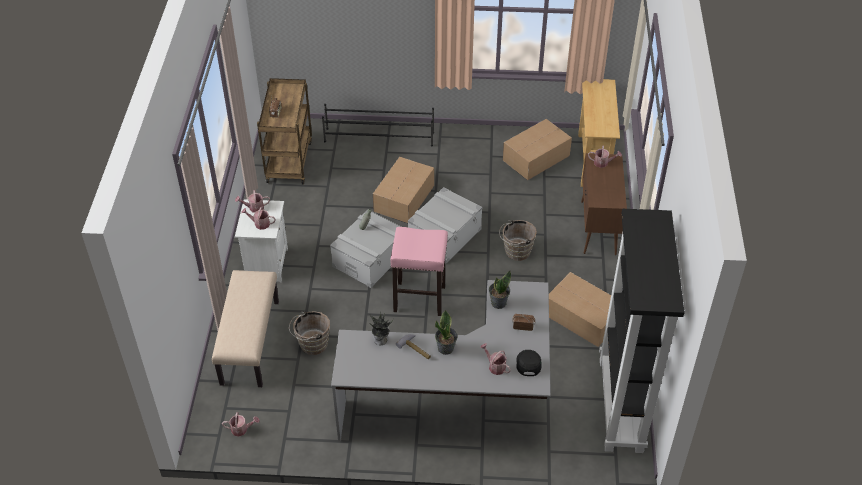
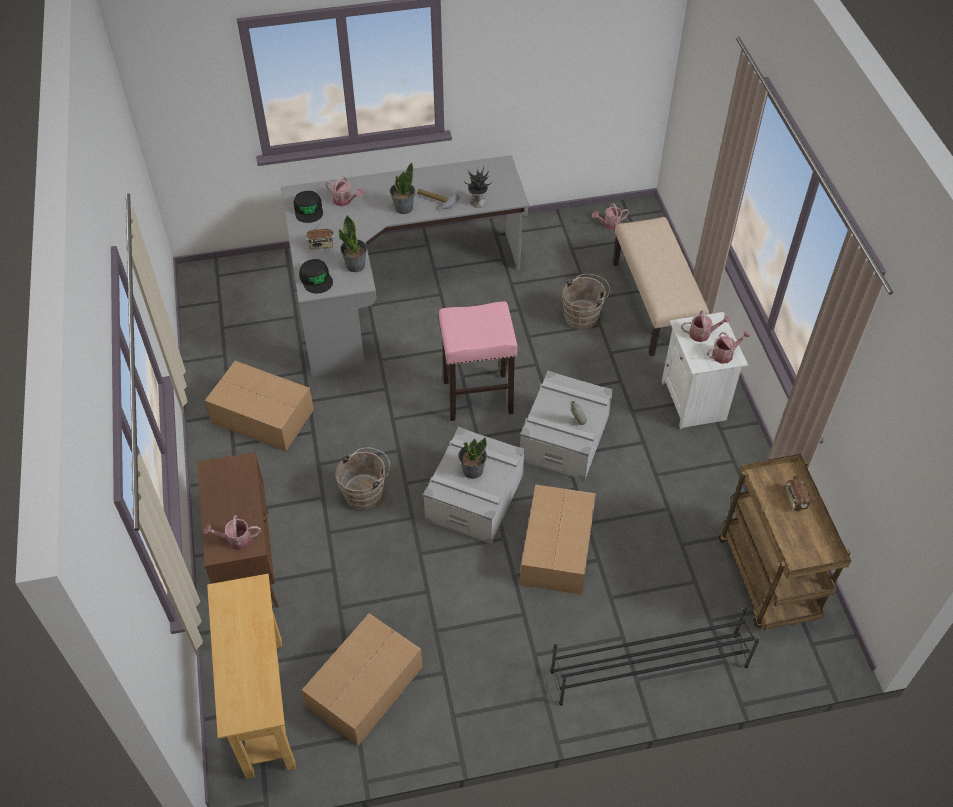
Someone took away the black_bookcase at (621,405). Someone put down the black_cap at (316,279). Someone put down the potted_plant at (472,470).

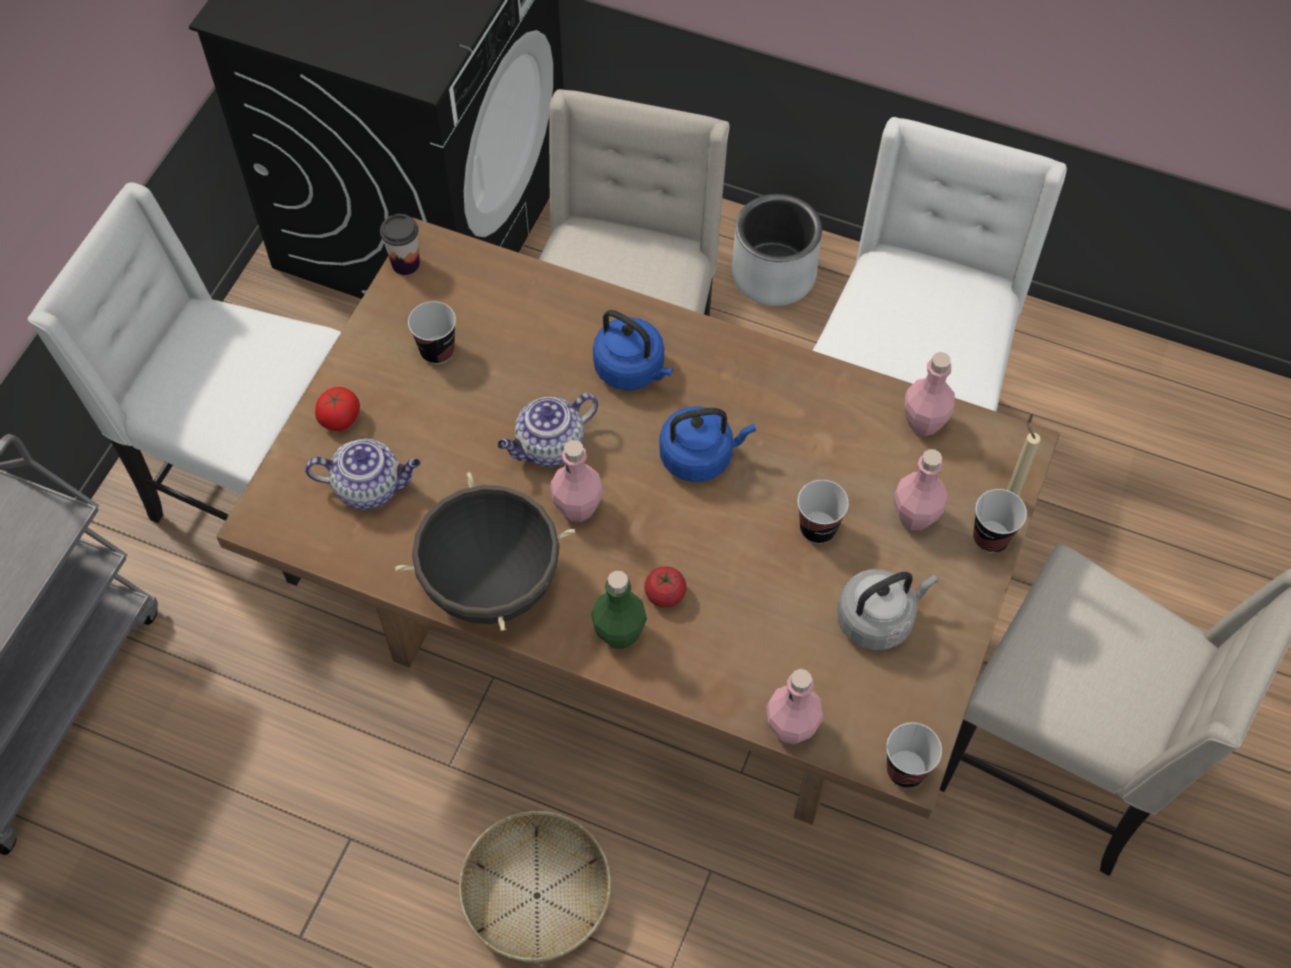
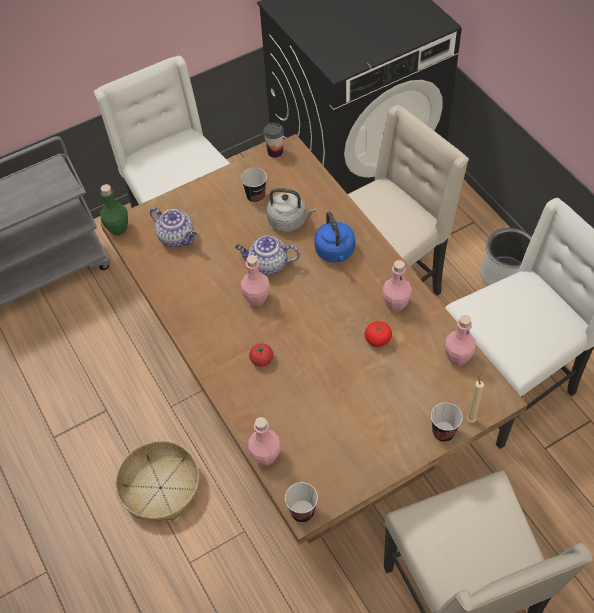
Someone took away the black_cooking_pot at (491,585). Someone took away the blue_kettle at (700,456). Someone took away the cup at (818,528). Someone carried the tomato from (340,418) to (378,340). Someone carried the green_bottle from (619,634) to (118,229). Someone carried the grey_kettle from (878,619) to (289,221). Someone carried the pink_bottle from (915,517) to (395,304).

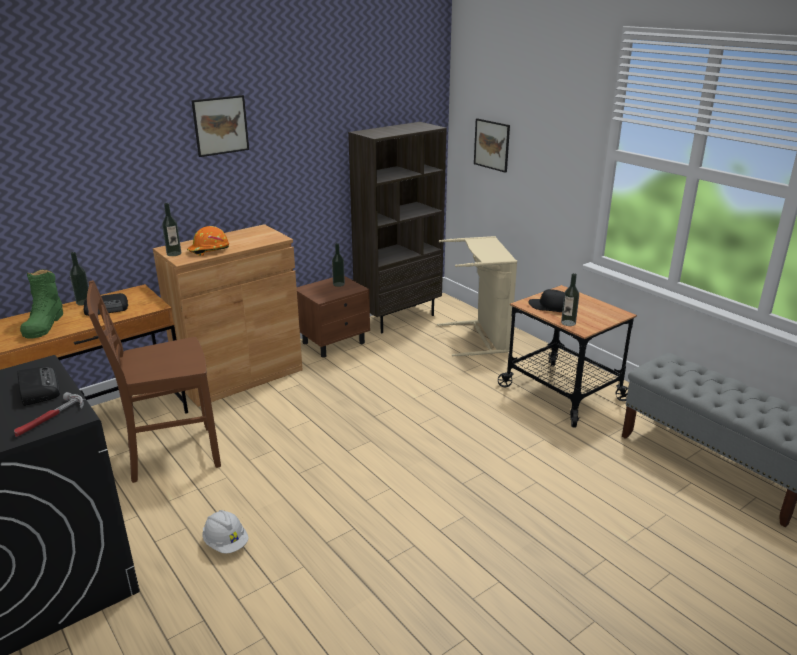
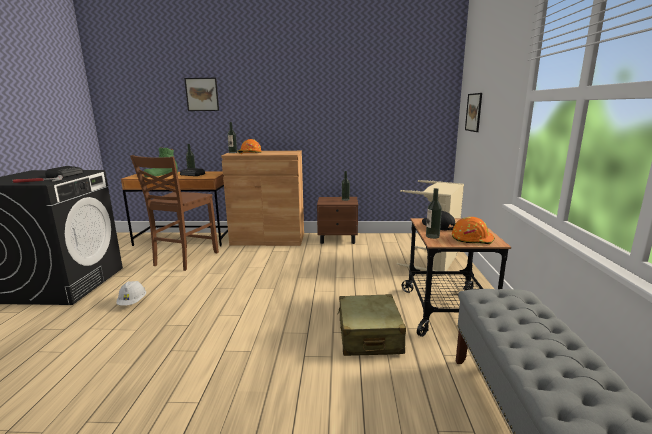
Someone took away the brown_bookcase at (398,318). Someone put down the beige_suitcase at (369,336). Someone put down the orange_hard_hat at (472,238). Someone carried the picture from (220,125) to (202,94). Someone rotated the brown_chair at (171,455) by 90 degrees counterclockwise.

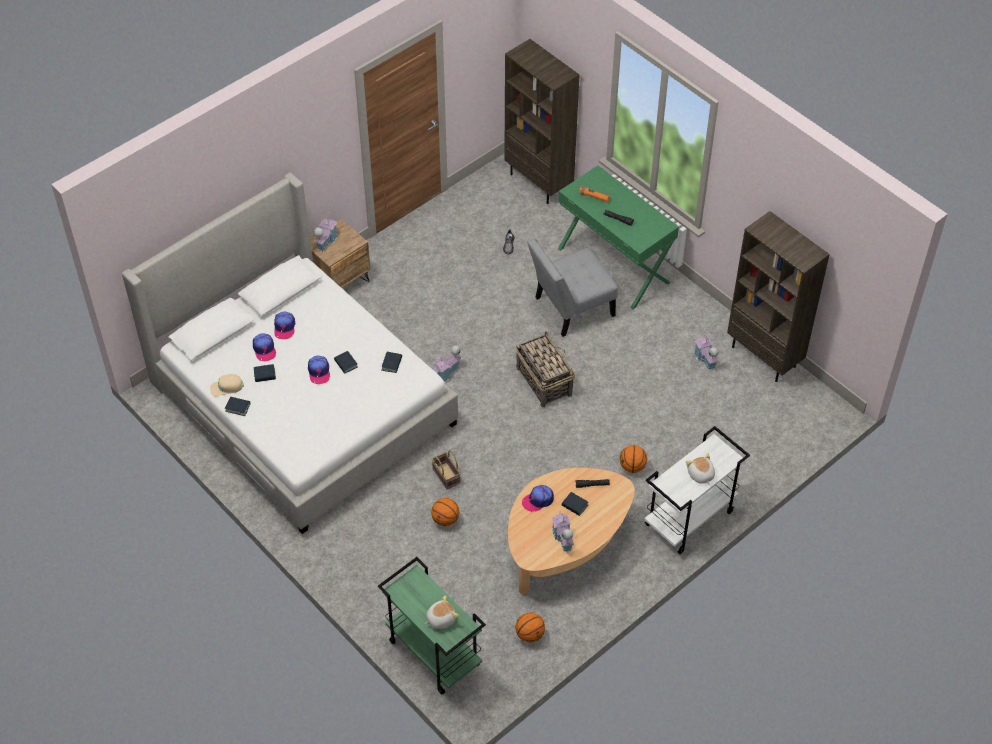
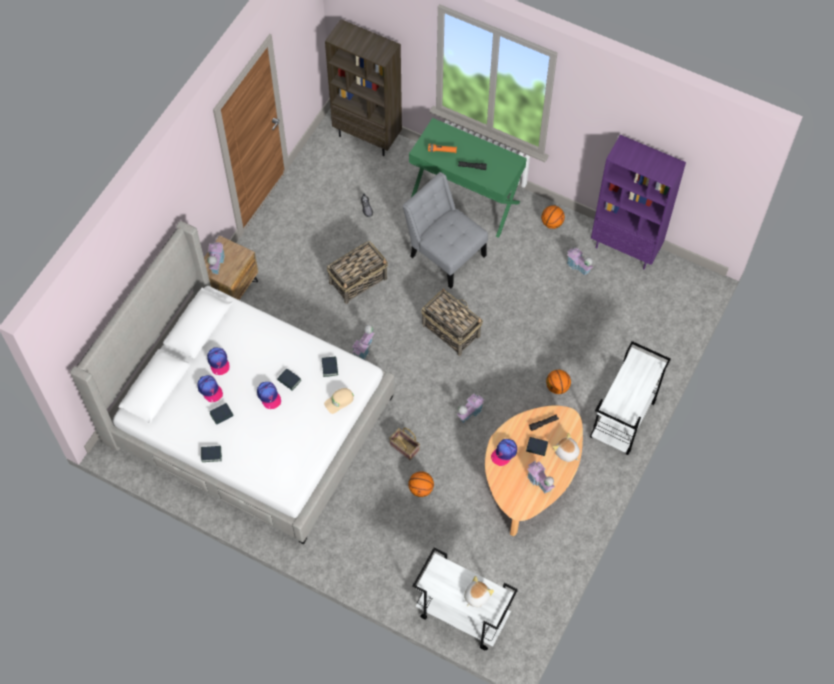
Someone put down the basket at (358,280). Someone put down the toy_house at (469,413). Someone carried the beige_cap from (226,387) to (339,401). Someone carried the basketball from (529,635) to (552,223). Someone carried the plush_toy from (700,475) to (566,453). Someone repainted the green_cart at (433,653), which became the white_cart at (461,615). Someone repainted the brown_bookcase at (764,356), which became the purple_bookcase at (626,248). Someone rotated the grey_chair at (570,308) by 90 degrees clockwise.

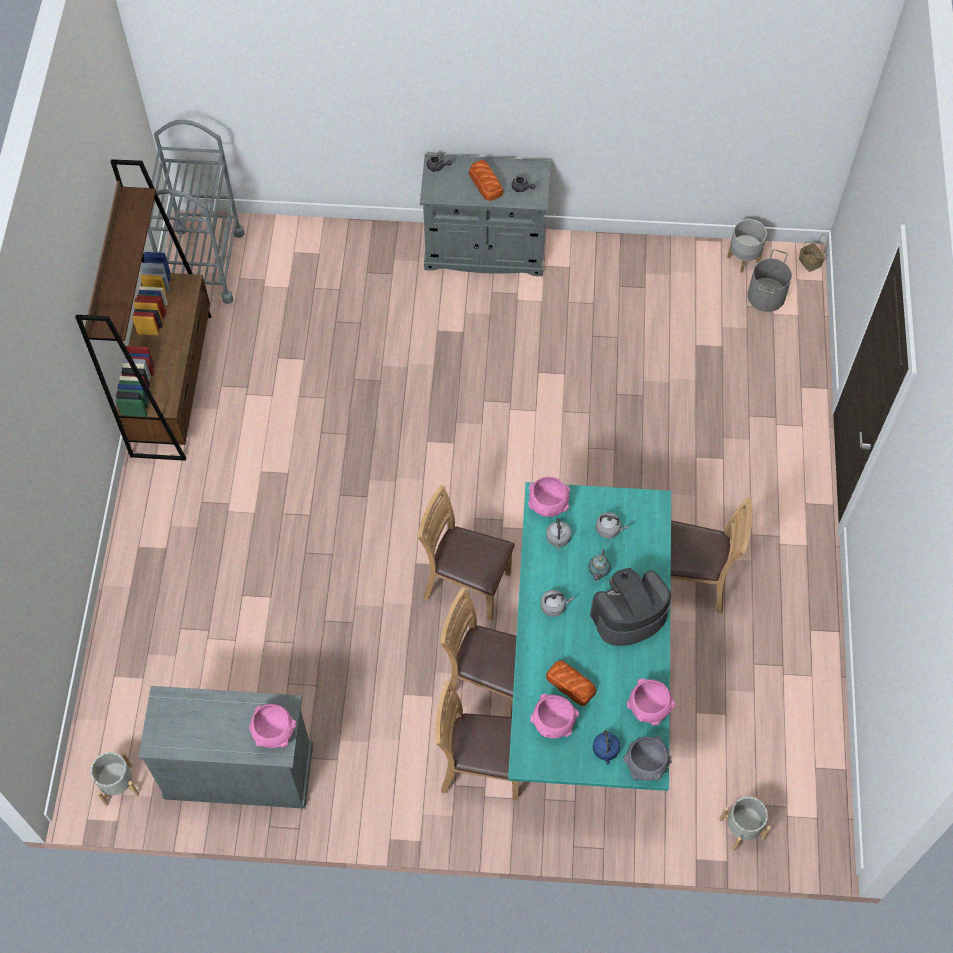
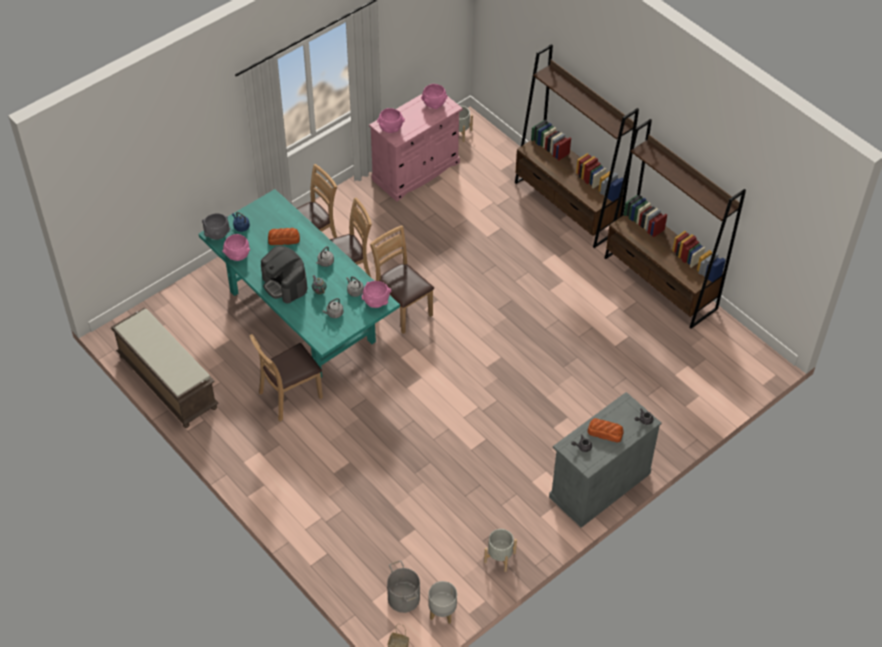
Someone took away the grey_cart at (204,264). Someone put down the brown_bench at (166,382). Someone put down the brown_bookcase at (567,206). Someone carried the pink_bowl from (553,723) to (434,104). Someone carried the grey_planter from (741,828) to (500,557). Someone repainted the grey_cabinet at (239,770), which became the pink_cabinet at (416,171). Someone rotated the brown_chair at (466,584) by 105 degrees counterclockwise. Someone rotated the coffee_machine at (628,616) by 120 degrees clockwise.

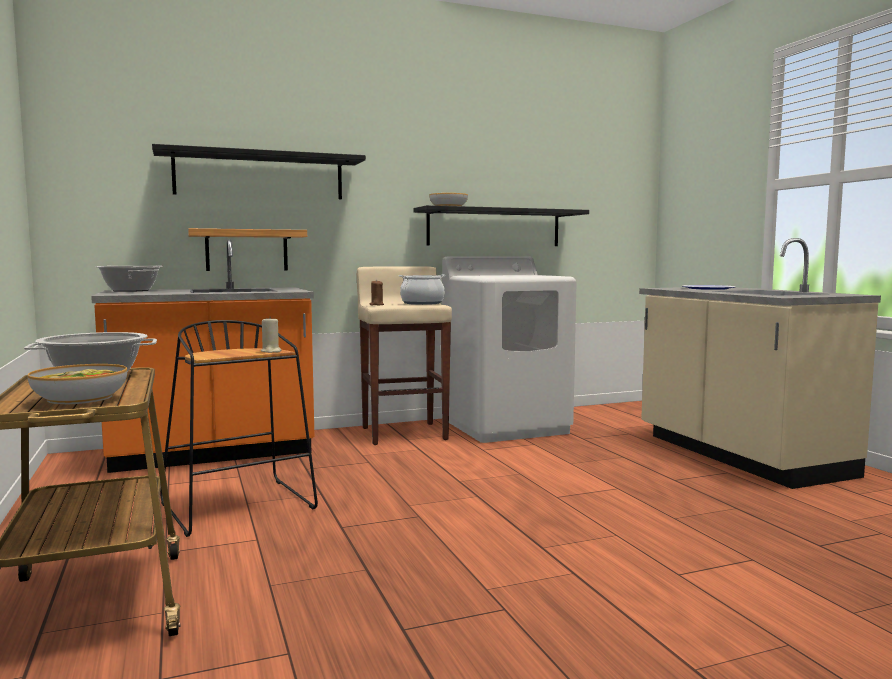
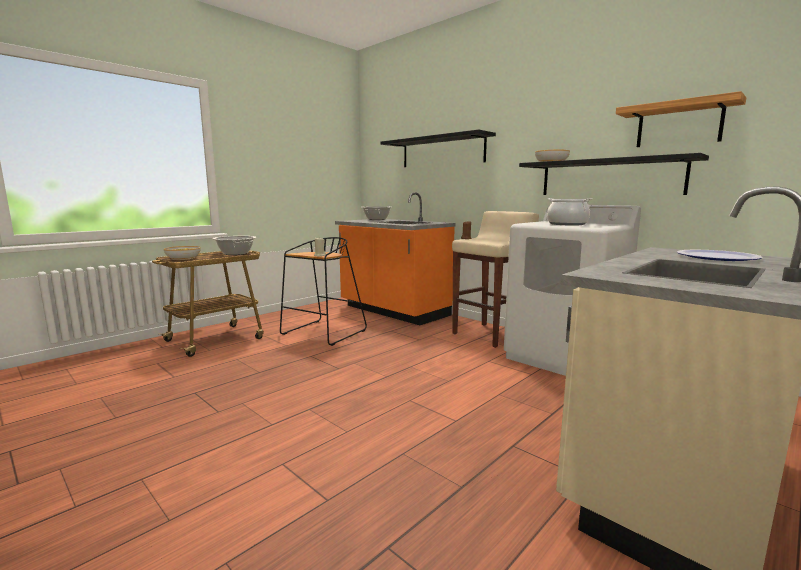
Someone carried the shelf from (247,250) to (679,125). Someone carried the cooking_pot from (422,303) to (567,224).

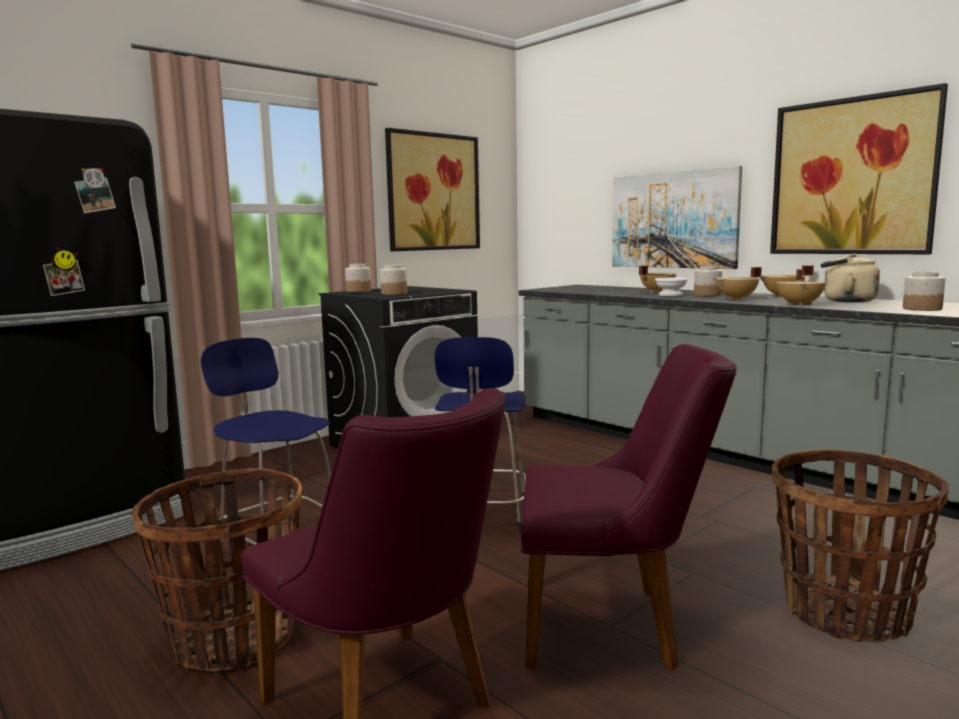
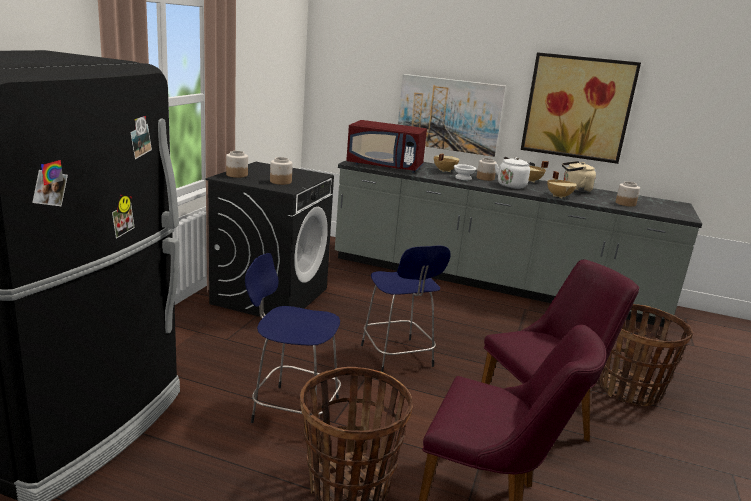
Someone took away the picture at (433,192). Someone put down the red_microwave at (385,166). Someone swapped the beige_cooking_pot at (737,299) for the white_kettle at (512,185).

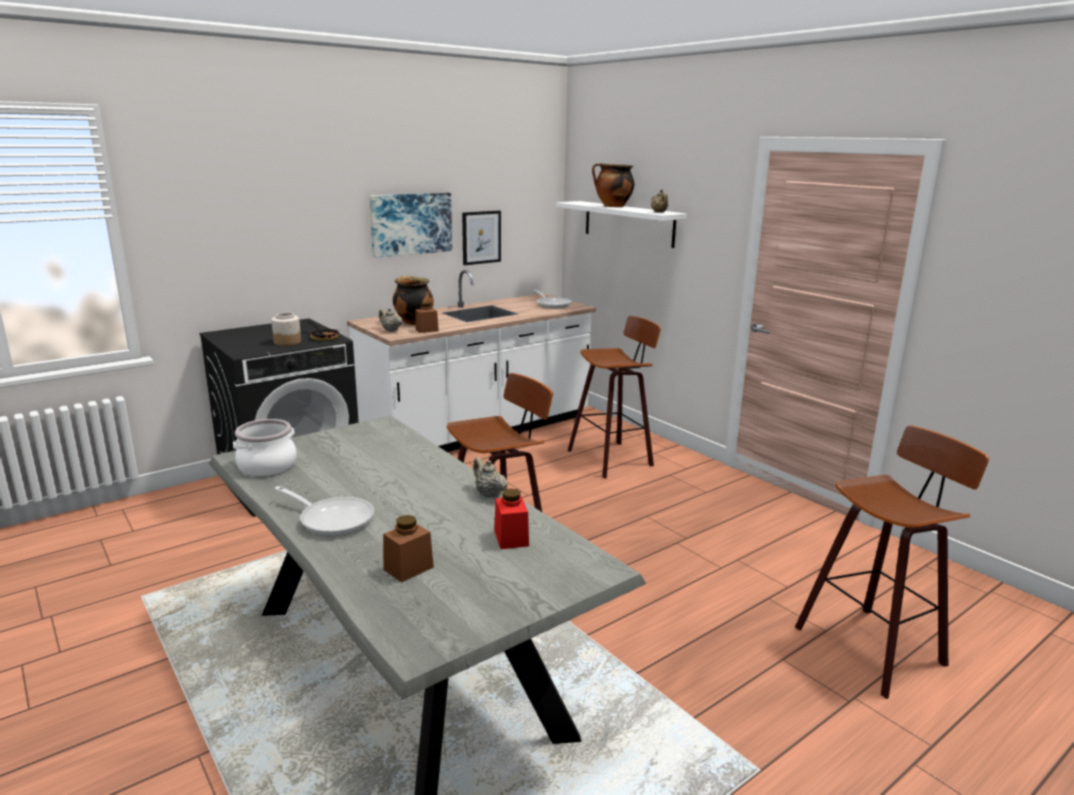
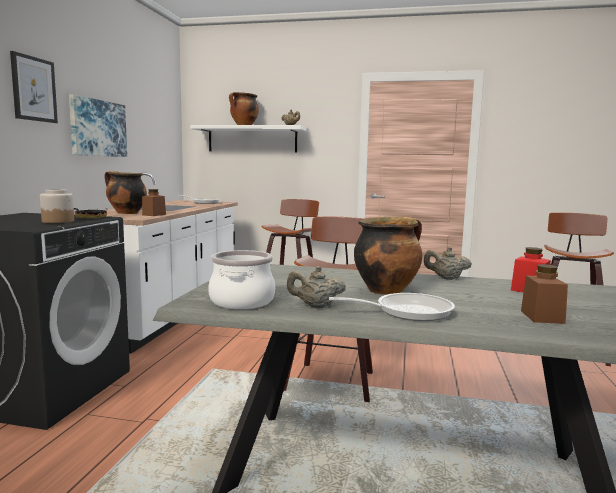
Someone put down the cooking_pot at (386,290). Someone carried the beige_teapot from (390,330) to (316,306). Someone carried the picture from (481,237) to (34,89).

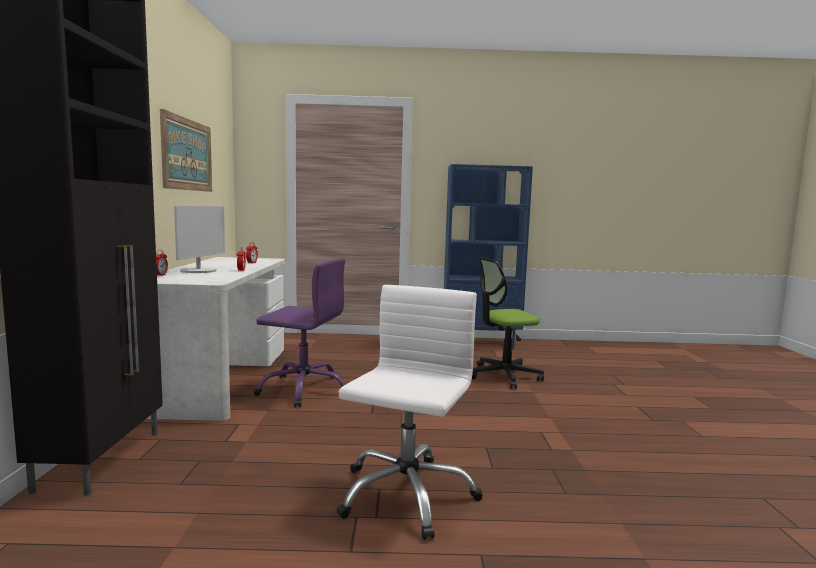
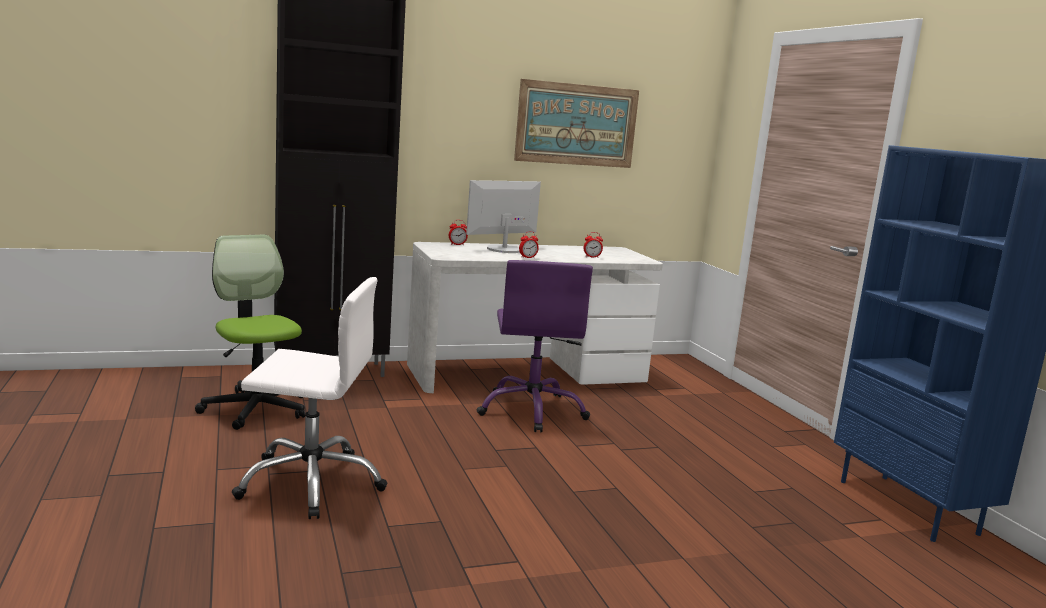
Someone carried the office_chair from (504,375) to (256,409). Someone rotated the monitor at (199,271) by 150 degrees clockwise.

